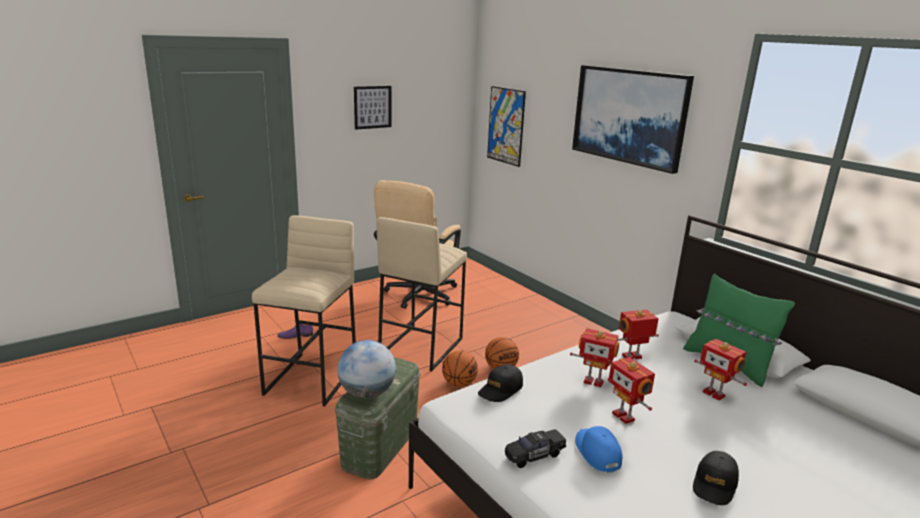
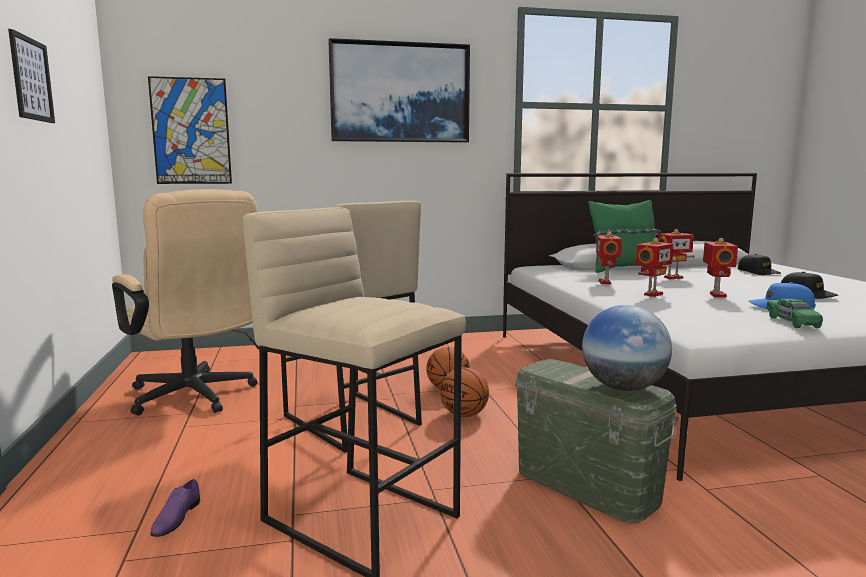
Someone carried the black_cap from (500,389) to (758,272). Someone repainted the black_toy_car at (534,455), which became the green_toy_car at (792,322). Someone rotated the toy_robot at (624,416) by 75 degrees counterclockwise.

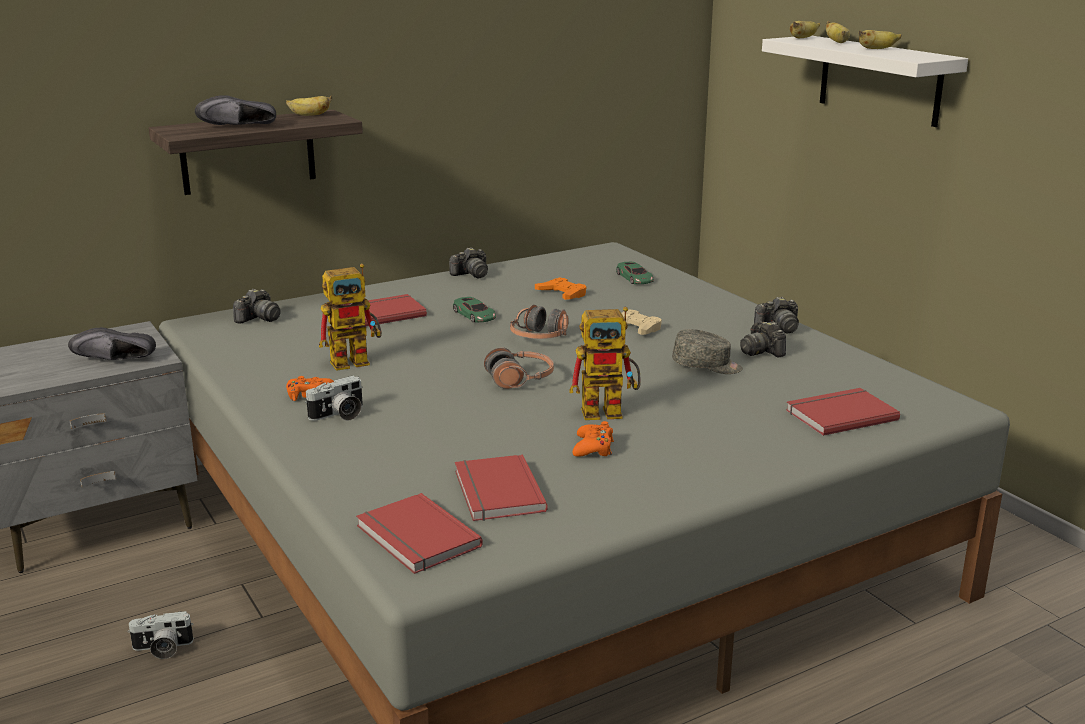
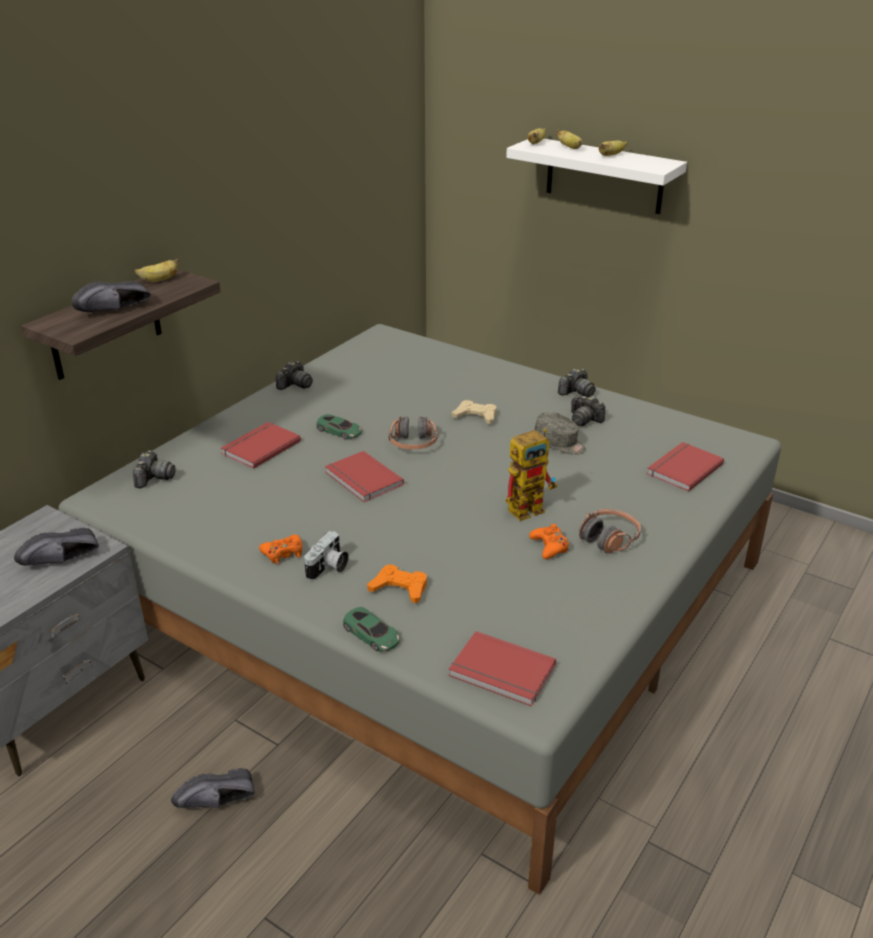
Someone took away the toy_robot at (357,360). Someone carried the red_book from (496,492) to (362,480). Someone carried the headphones from (520,379) to (609,538). Someone carried the orange_game_controller from (562,294) to (399,588). Someone carried the green_toy_car from (634,278) to (371,634). Someone swapped the photo_camera at (162,649) for the black_shoe at (218,803). Someone rotated the grey_cap at (707,366) by 45 degrees clockwise.

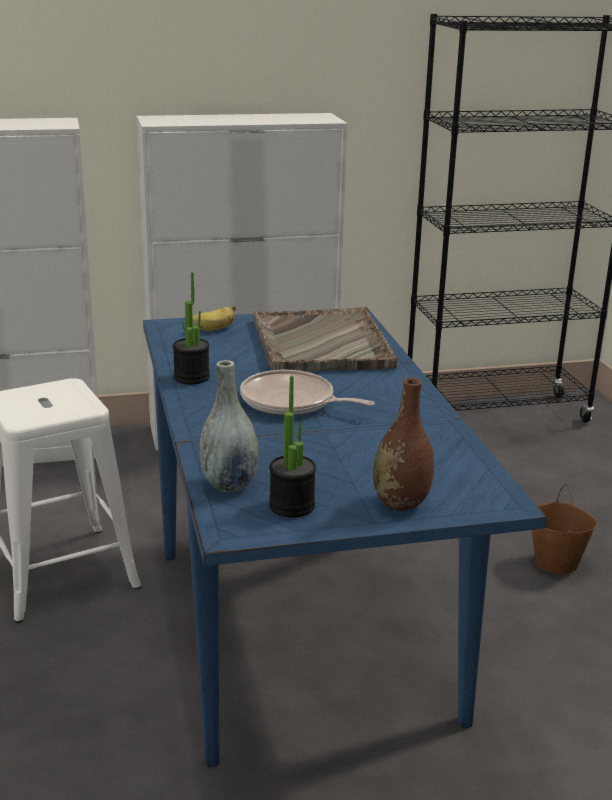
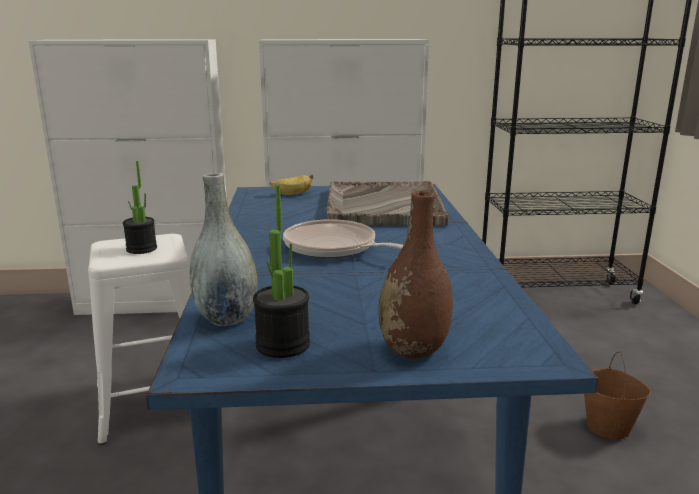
Someone carried the potted_plant from (191,377) to (141,249).

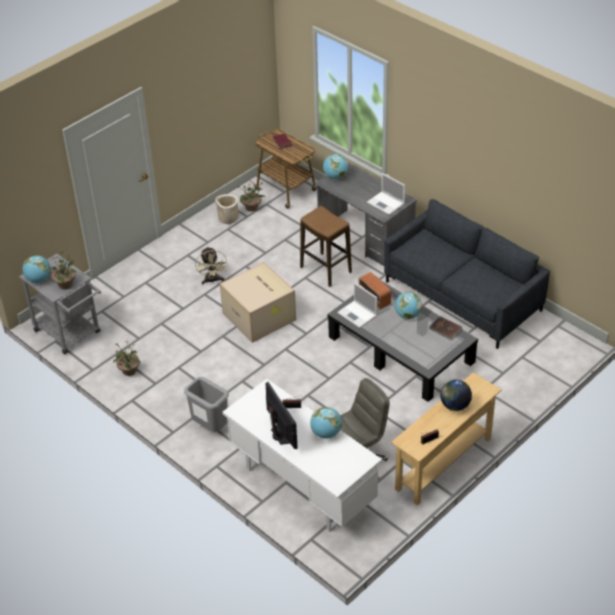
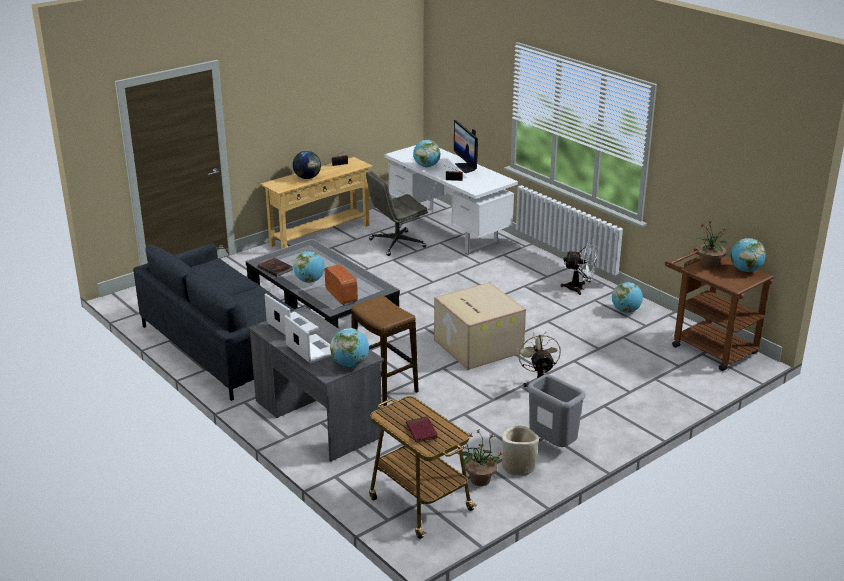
Someone put down the white_fan at (579,289). Someone carried the grey_trash_can from (210,427) to (553,446). Someone carried the laptop from (357,314) to (311,349). Someone swapped the potted_plant at (129,371) for the globe at (626,311). Someone repainted the grey_cart at (71,334), which became the brown_cart at (708,347).

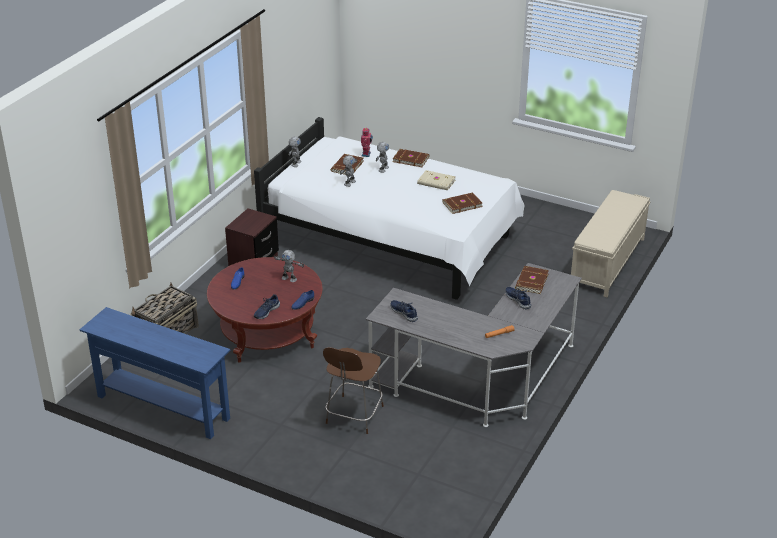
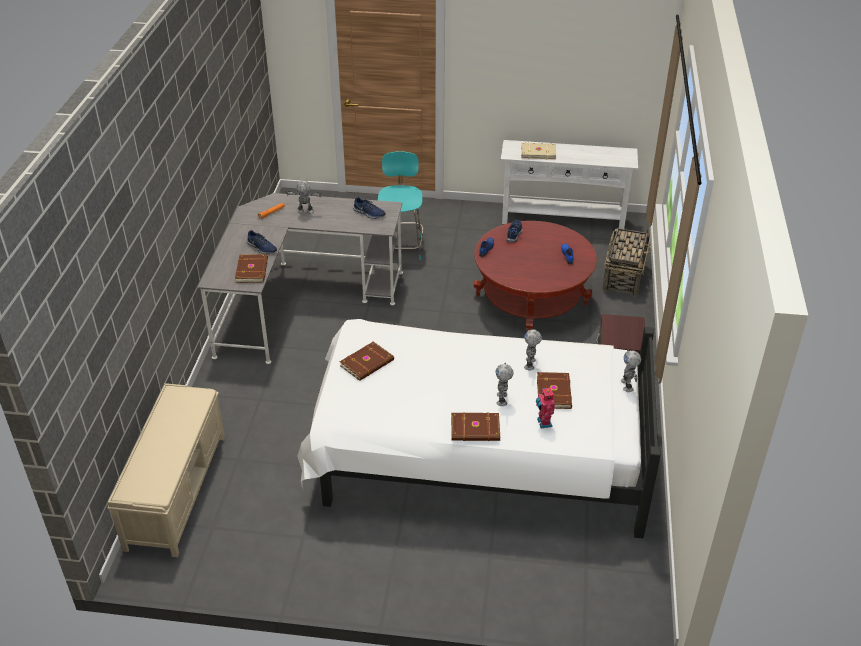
Someone carried the toy_robot from (289,278) to (305,212). Someone carried the beige_book from (436,182) to (538,152). Someone repainted the blue_console_table at (162,408), which became the white_console_table at (563,219). Someone repainted the brown_stool at (353,416), which became the turquoise_stool at (401,246).

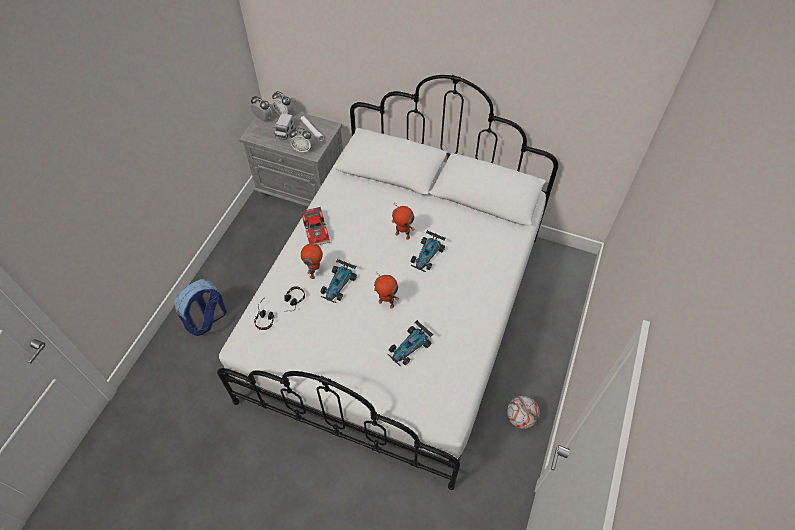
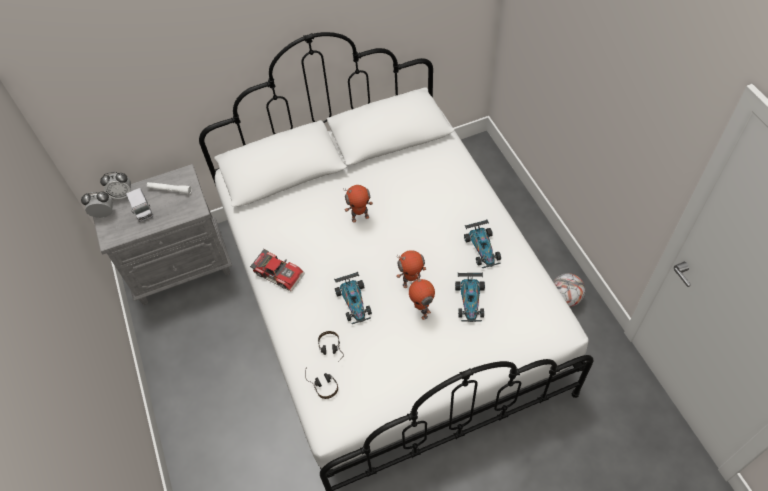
Someone took away the backpack at (207,320). Someone took away the alarm_clock at (303,149). Someone carried the toy_robot from (315,272) to (422,311). Someone carried the toy_car from (427,255) to (482,248).

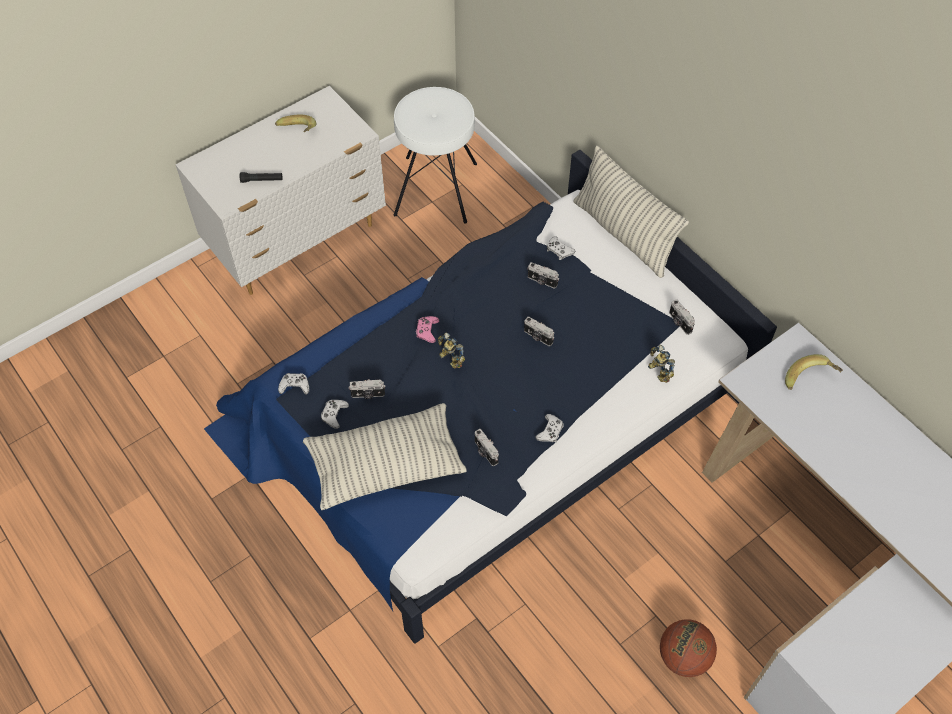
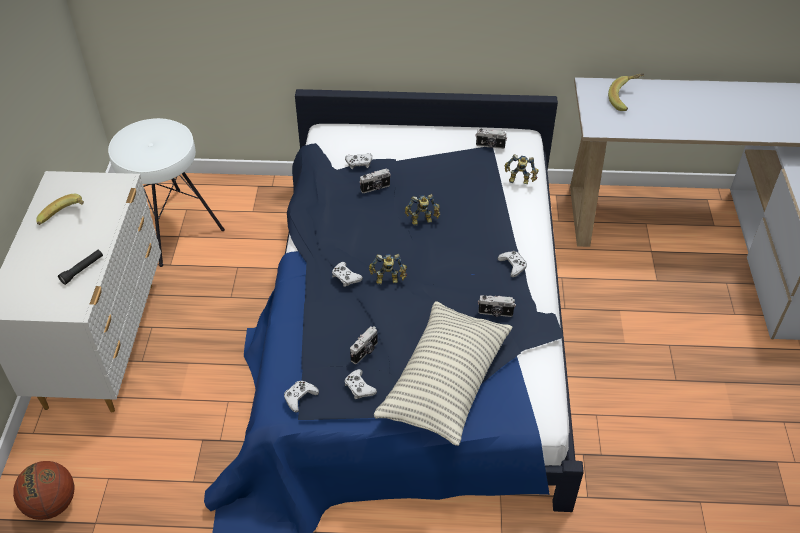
Someone took away the pillow at (623,234). Someone carried the basketball from (683,657) to (52,504). Someone swapped the photo_camera at (537,337) for the toy_robot at (422,221). Someone repainted the pink_game_controller at (427,331), which became the white_game_controller at (345,277).

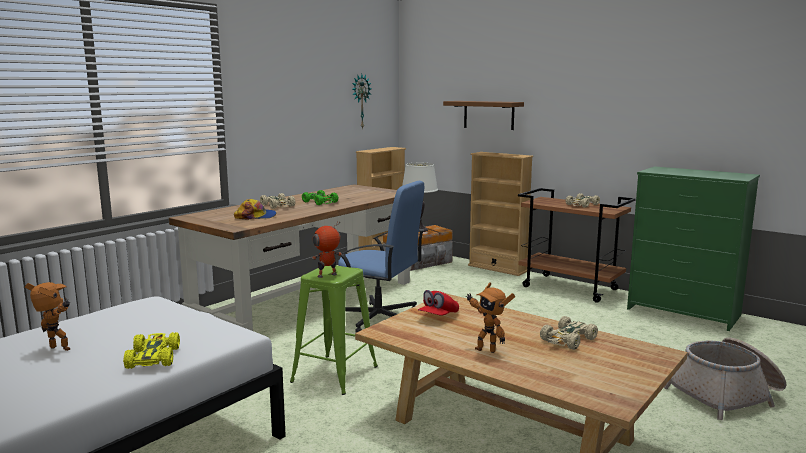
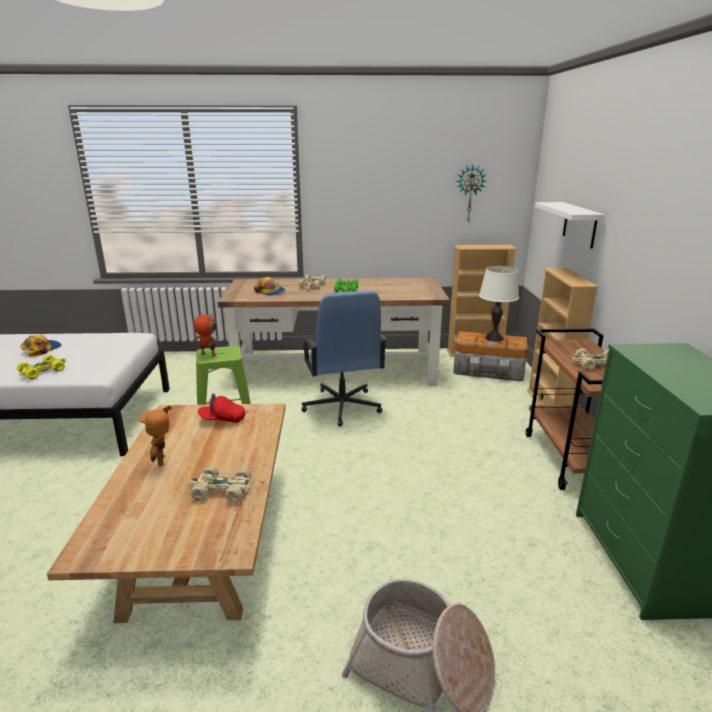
Someone swapped the toy_robot at (57,350) for the cap at (41,349). Someone repainted the brown_shelf at (488,115), which became the white_shelf at (579,224).

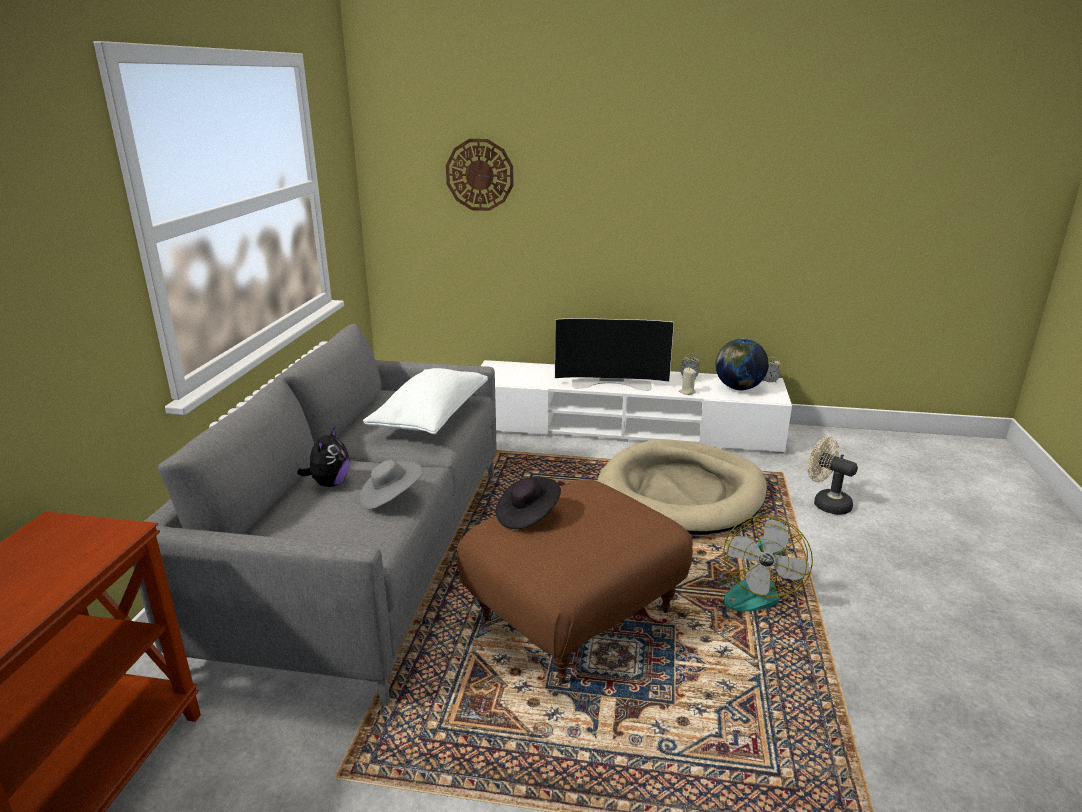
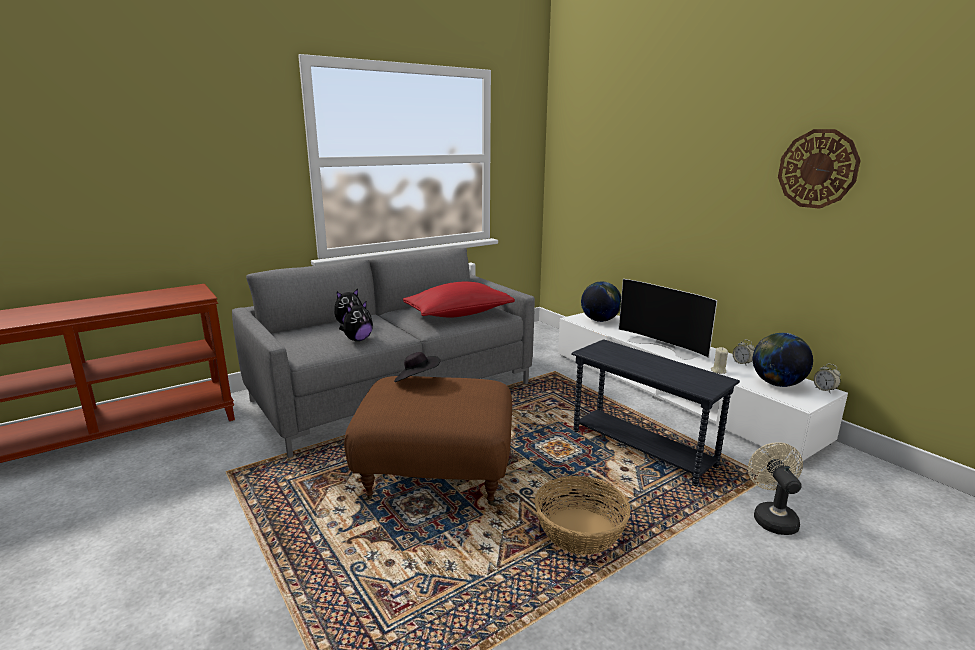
Someone put down the globe at (599,320). Someone carried the wall_clock from (479,175) to (817,169). Someone swapped the grey_hat at (390,498) for the plush_toy at (357,339). Someone swapped the beige_dog_bed at (681,493) for the grey_side_table at (642,448). Someone swapped the fan at (753,590) for the basket at (580,531). Someone repainted the white_pillow at (431,417), which became the red_pillow at (458,314).

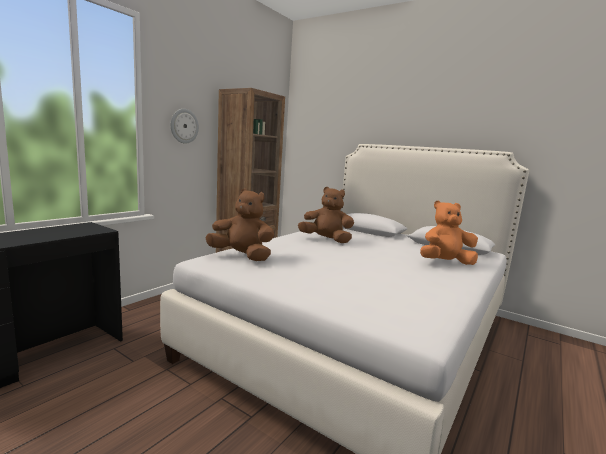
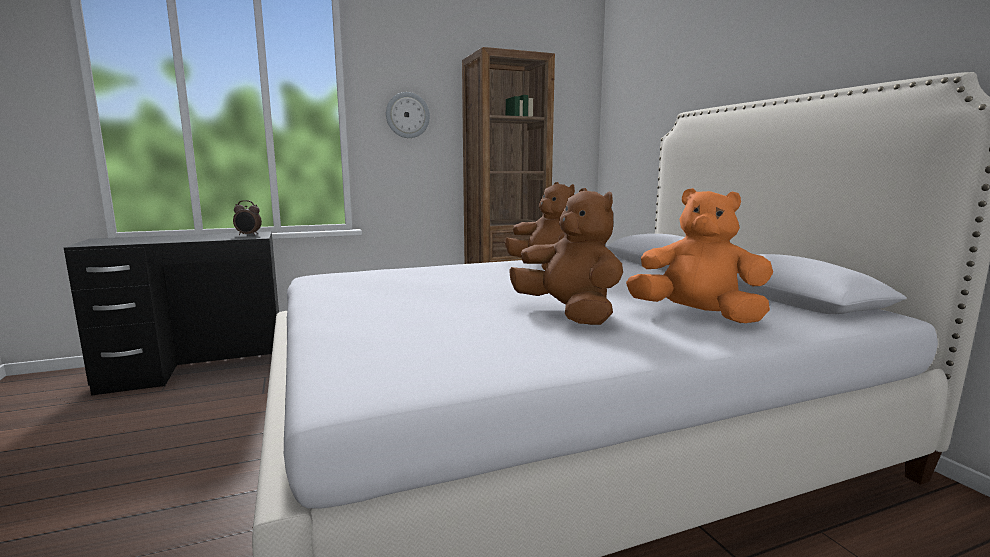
Someone put down the alarm_clock at (248,235). Someone carried the brown_plush_toy from (242,256) to (569,314).

